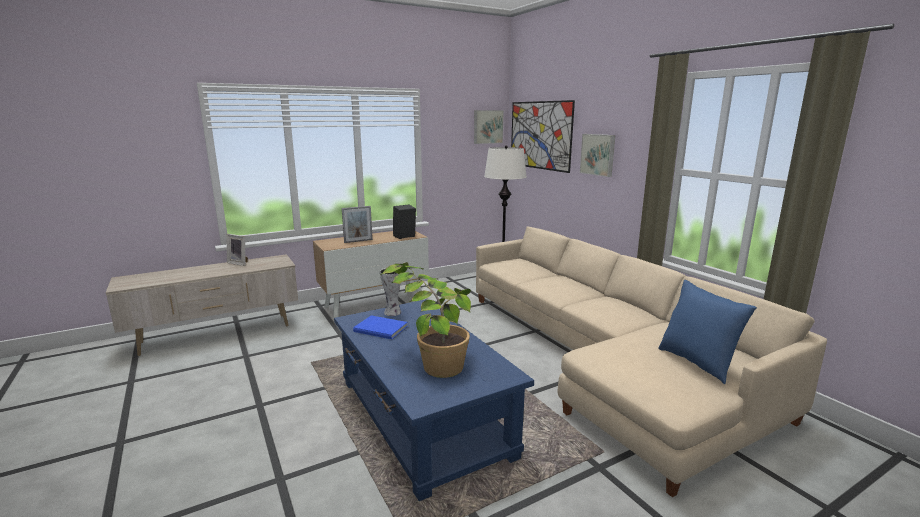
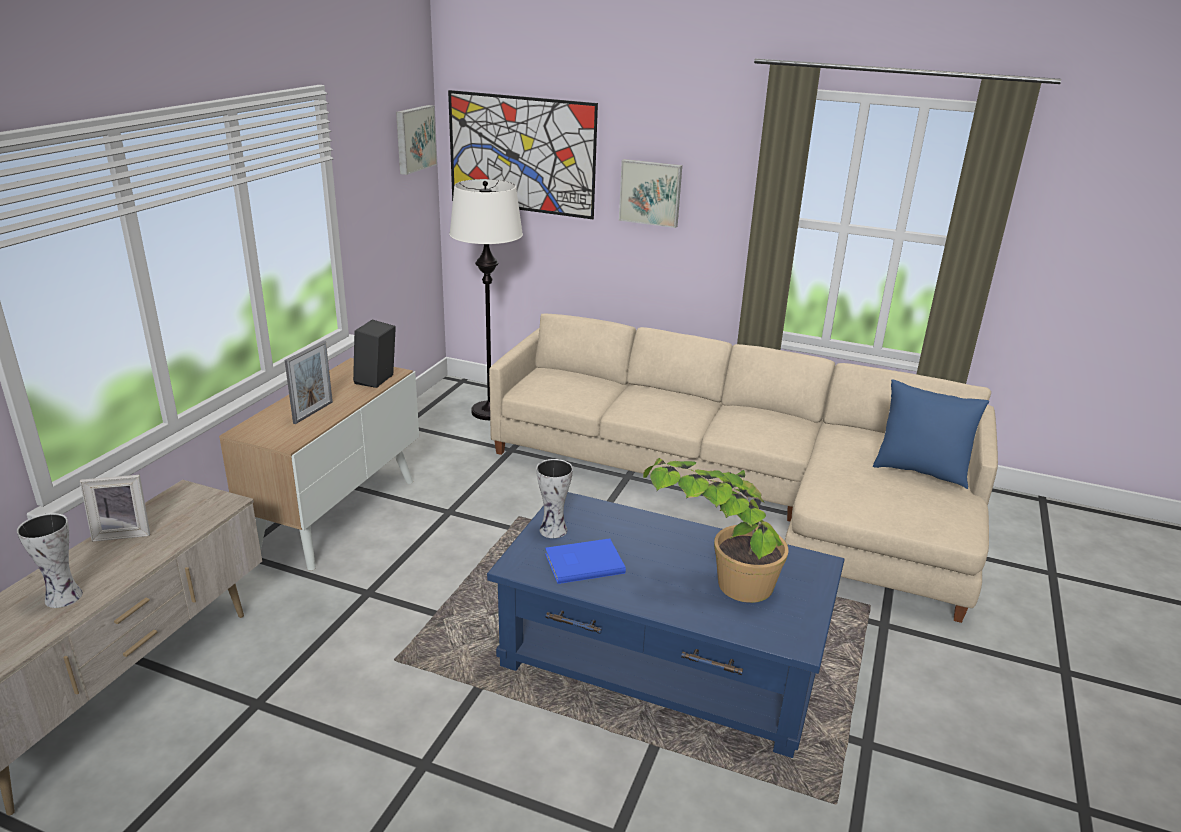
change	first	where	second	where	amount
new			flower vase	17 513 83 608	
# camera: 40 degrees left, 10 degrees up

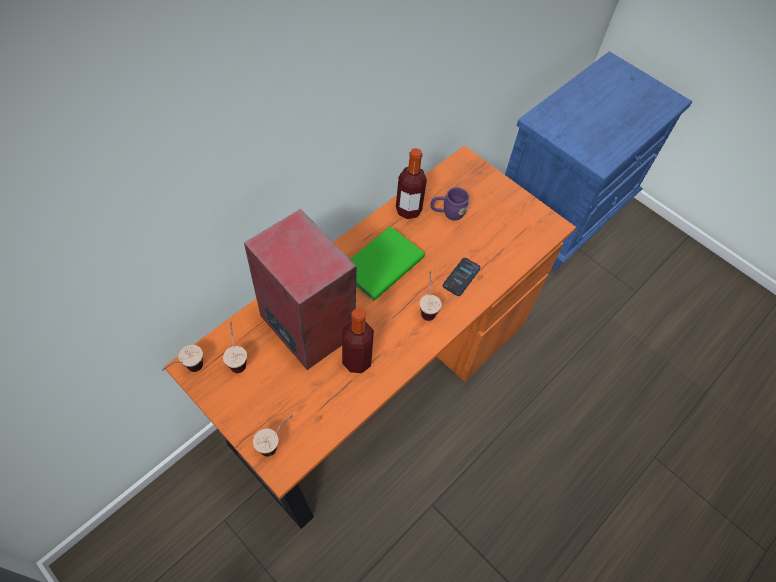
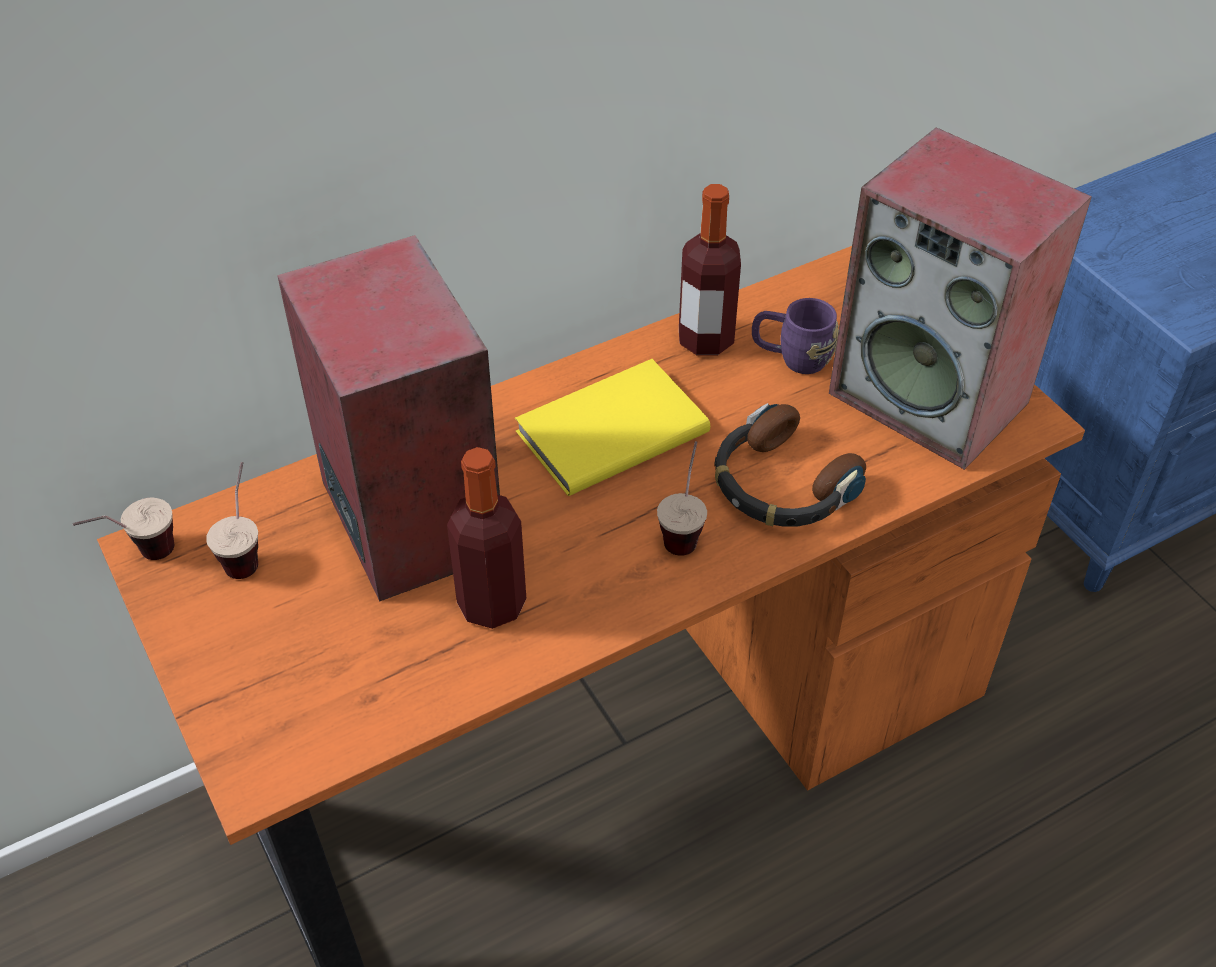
change	first	where	second	where	amount
gone	small cup	253 415 293 457			
repainted	volume in green	350 226 425 301	volume in yellow-coloured	515 359 710 496	
swapped	telephone	443 258 481 296	pair of headphones	714 403 866 526	
new			audio speaker	829 127 1092 470	
# camera: 20 degrees right, 10 degrees down

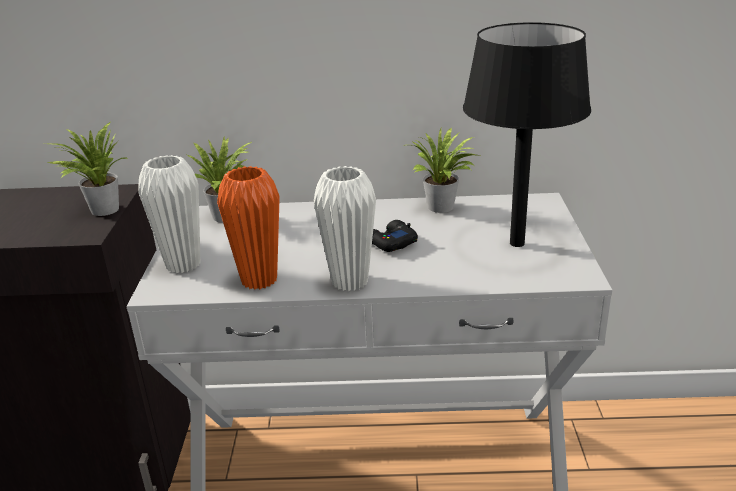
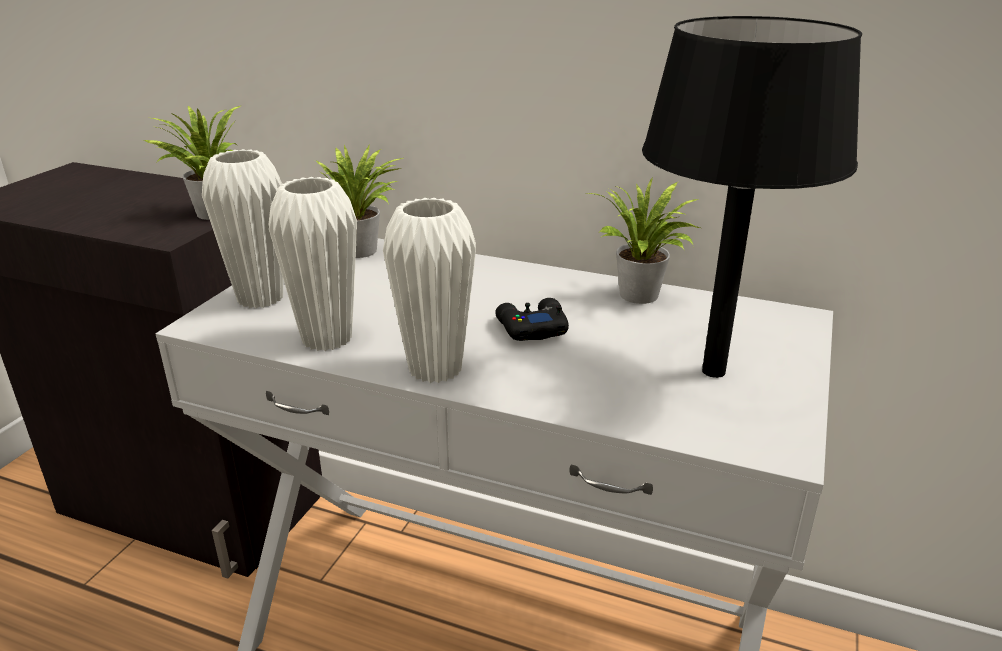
change	first	where	second	where	amount
repainted	flower vase in orangey	217 166 280 290	flower vase in white	269 177 357 351	
# camera: 20 degrees right, 0 degrees up

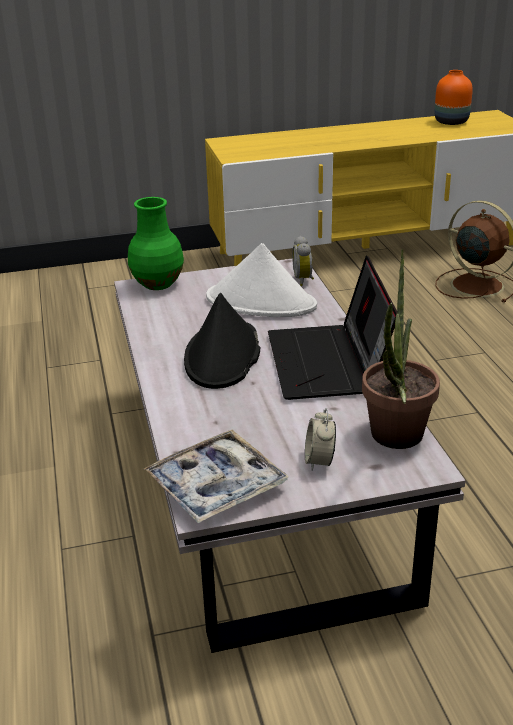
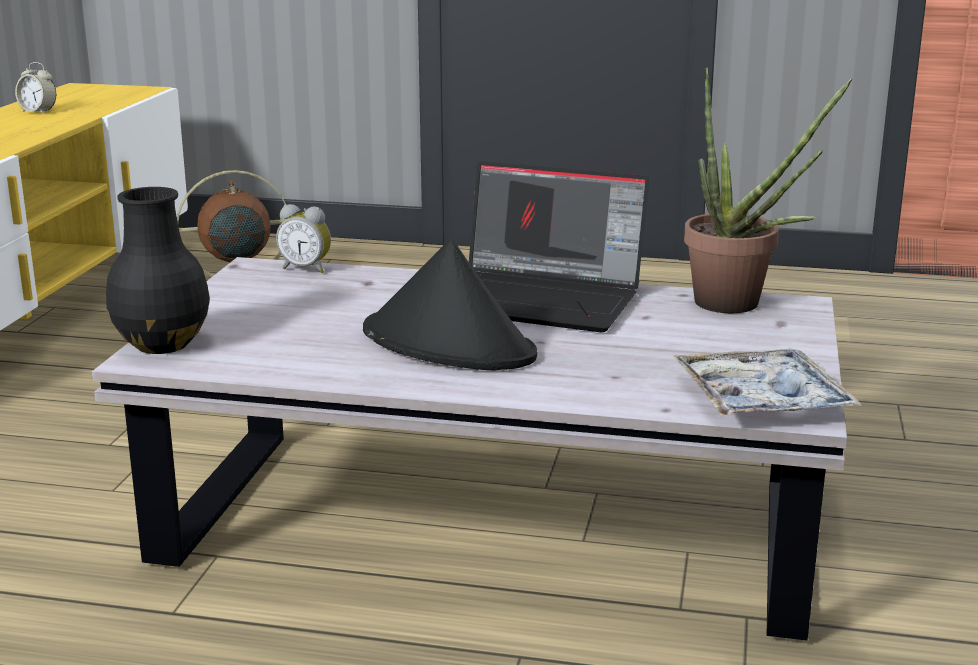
change	first	where	second	where	amount
repainted	flower vase in green	128 197 184 290	flower vase in blackish	106 187 210 354	
gone	wearable hat in white	206 243 317 317			
shifted	bedside clock	305 408 336 471		15 62 56 114	
gone	flower vase in orangey	434 70 473 125			
# camera: 65 degrees left, 10 degrees down

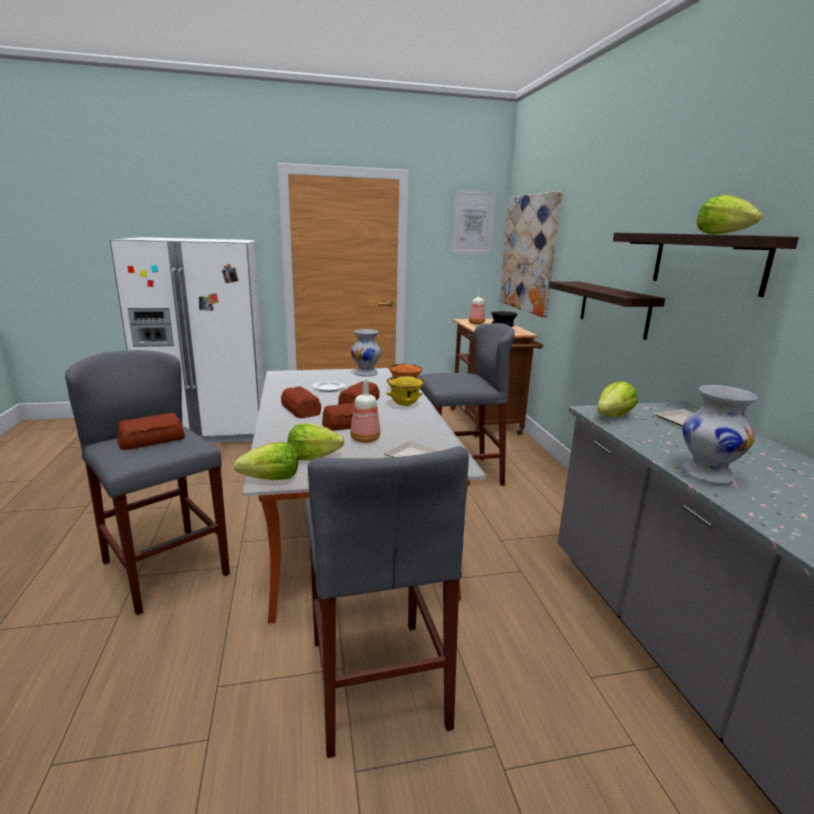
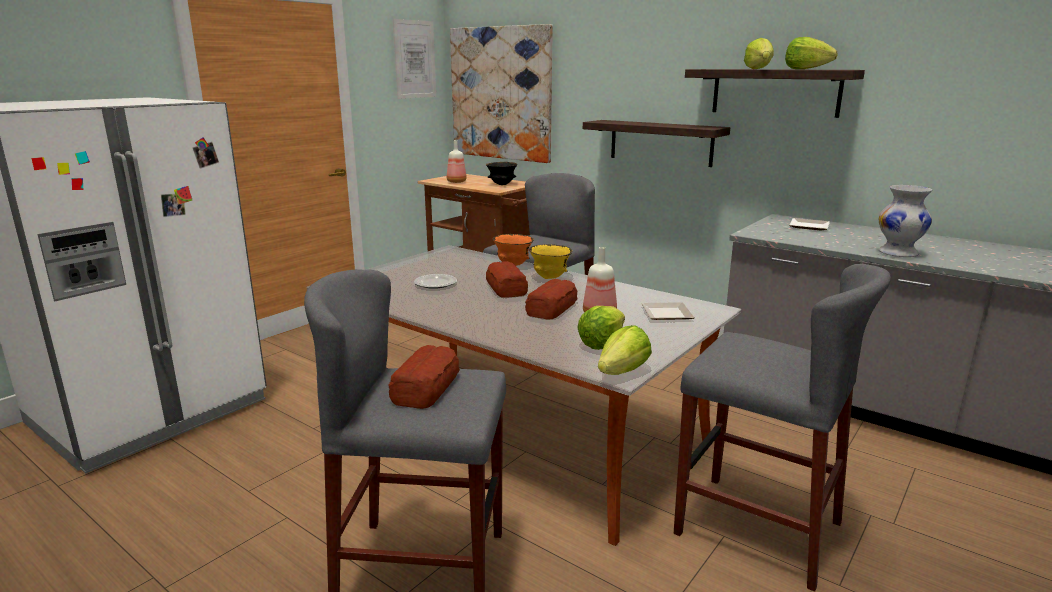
change	first	where	second	where	amount
gone	bakery bread	281 386 321 418			
gone	flower vase in white	351 329 381 376			
shifted	lettuce head	597 381 638 417		744 38 774 69	
# camera: 40 degrees left, 0 degrees up

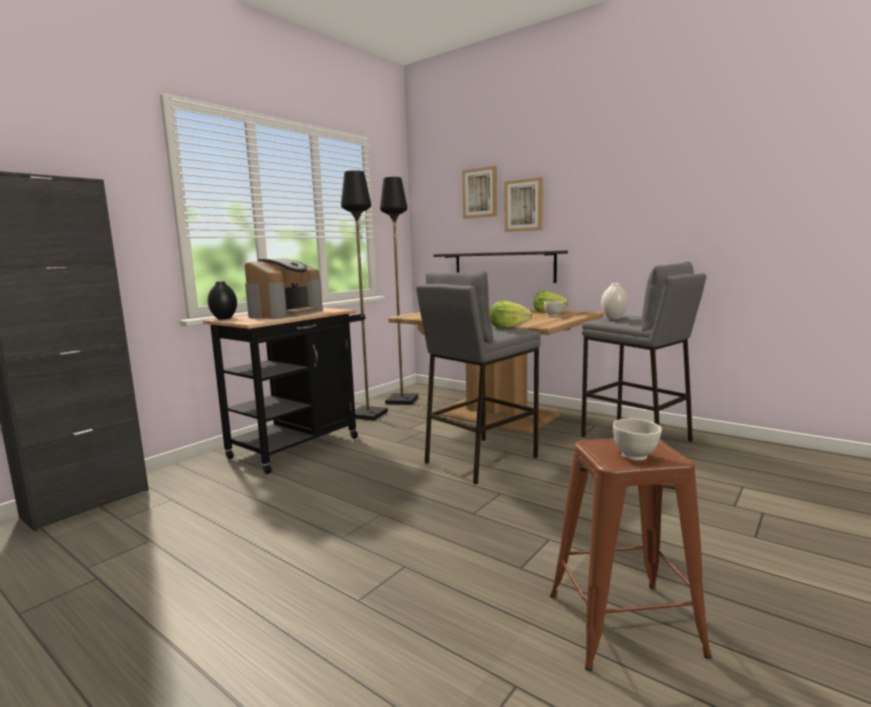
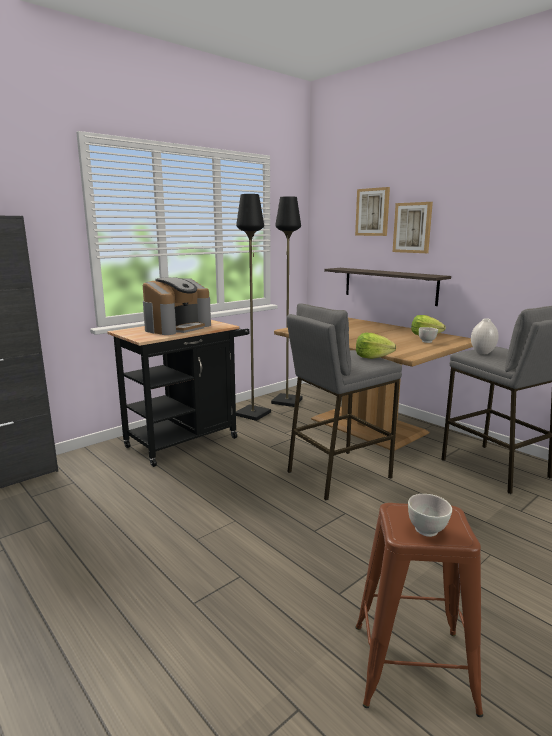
change	first	where	second	where	amount
gone	flower vase in blackish	208 281 237 320			
# camera: 10 degrees right, 5 degrees up

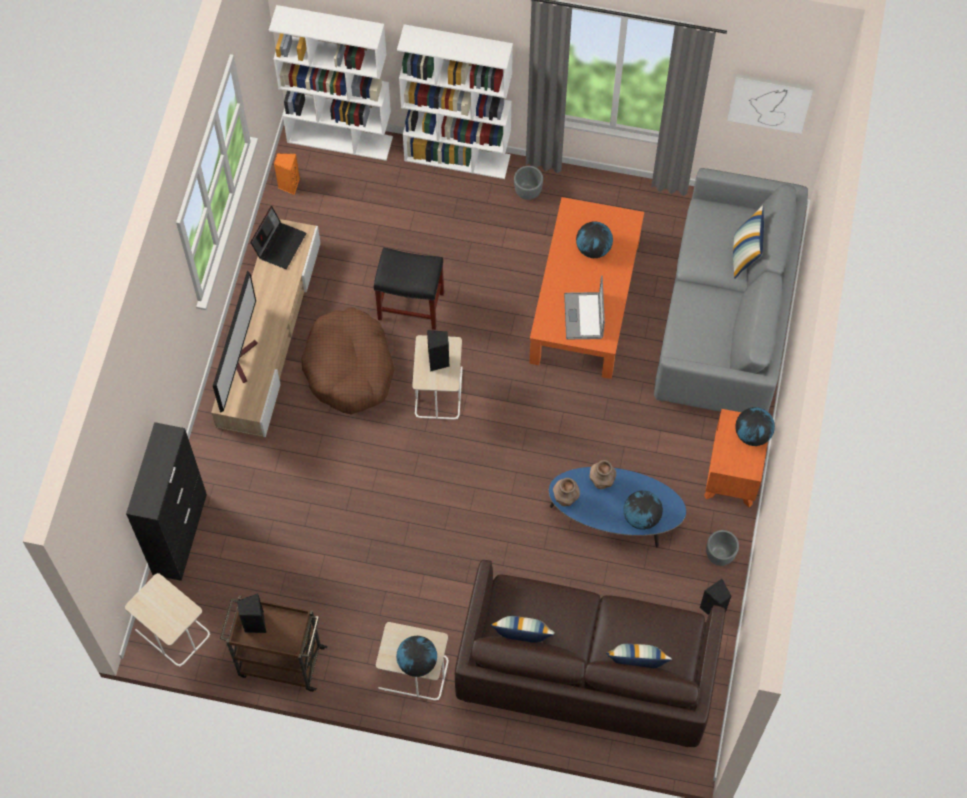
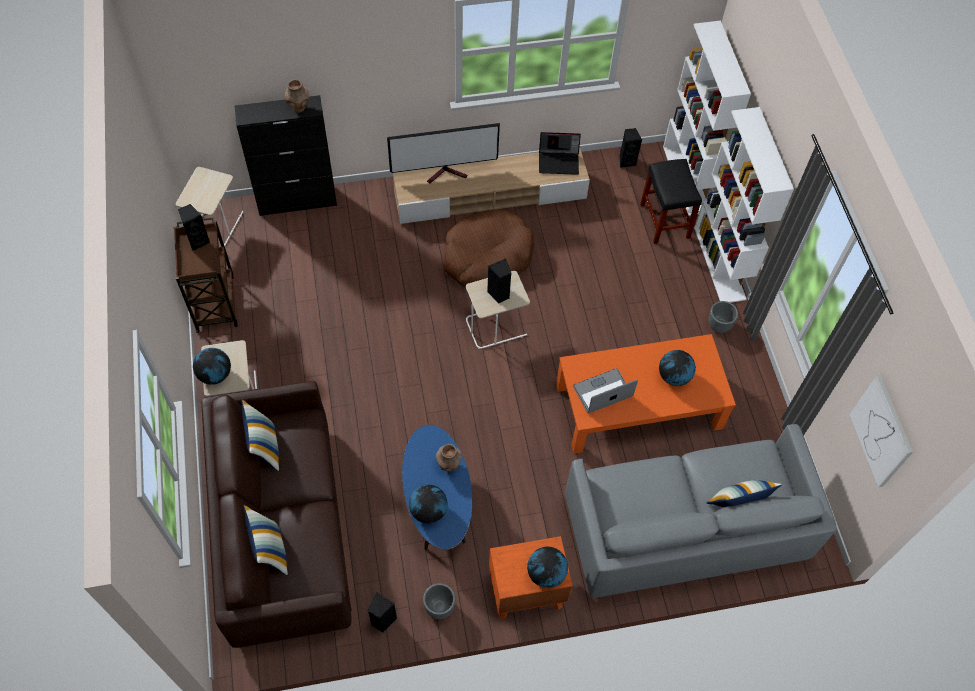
change	first	where	second	where	amount
repainted	audio speaker in orangey	274 153 300 195	audio speaker in blackish	620 128 642 168	
shifted	stool in blackish	374 247 444 330		640 159 702 244	
shifted	flower vase in brown-coloured	553 478 580 506		285 79 310 113	
# camera: 65 degrees right, 5 degrees down

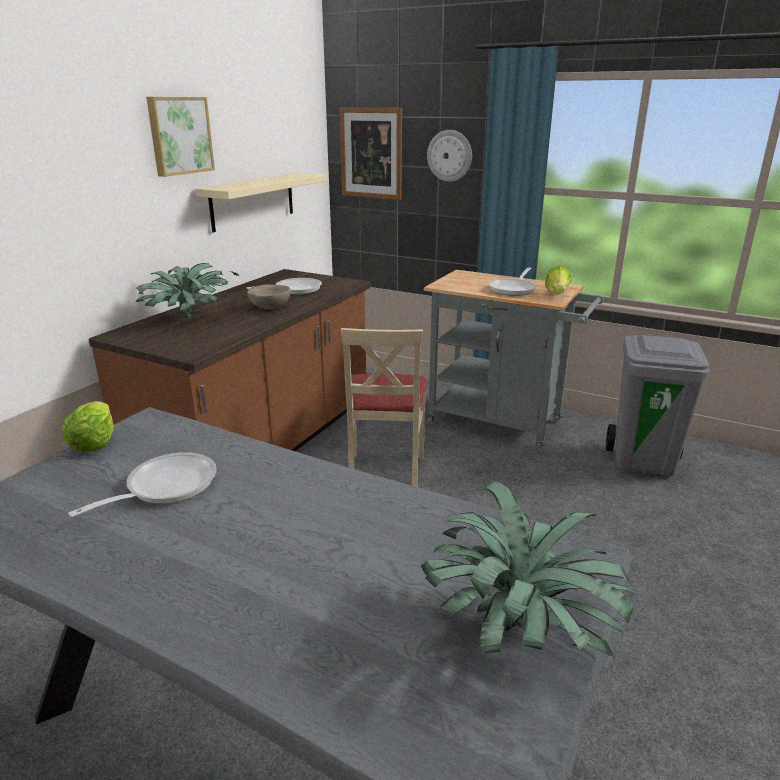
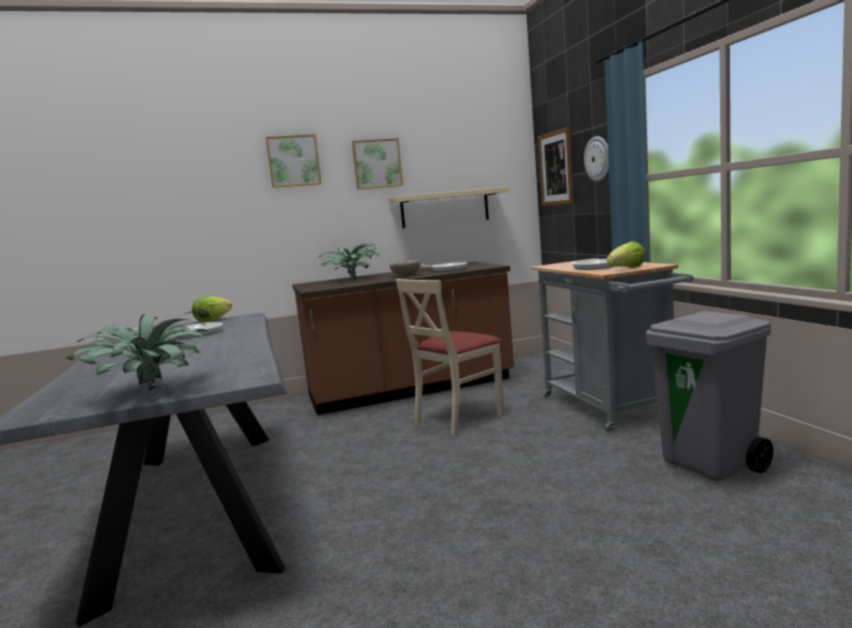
change	first	where	second	where	amount
new			wall picture	266 134 322 188	
# camera: 45 degrees right, 15 degrees down

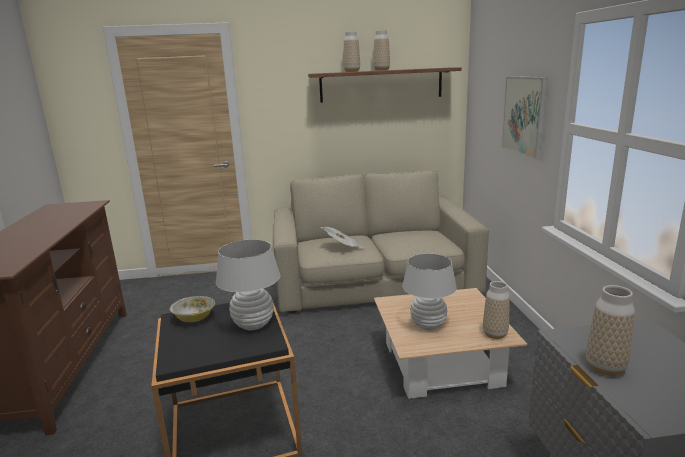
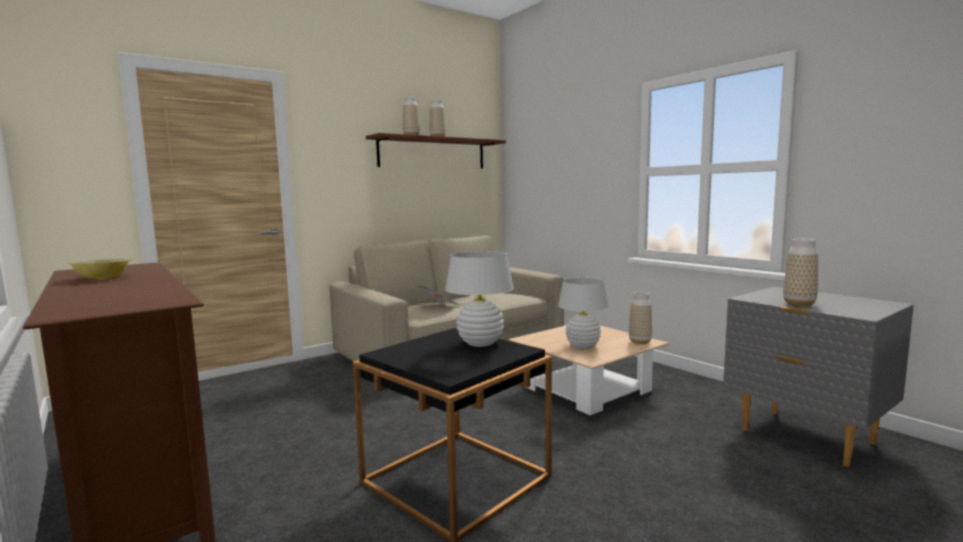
change	first	where	second	where	amount
shifted	deep dish	170 296 215 322		68 259 132 279	
gone	wall picture	502 76 548 160			
# camera: 30 degrees left, 10 degrees down

